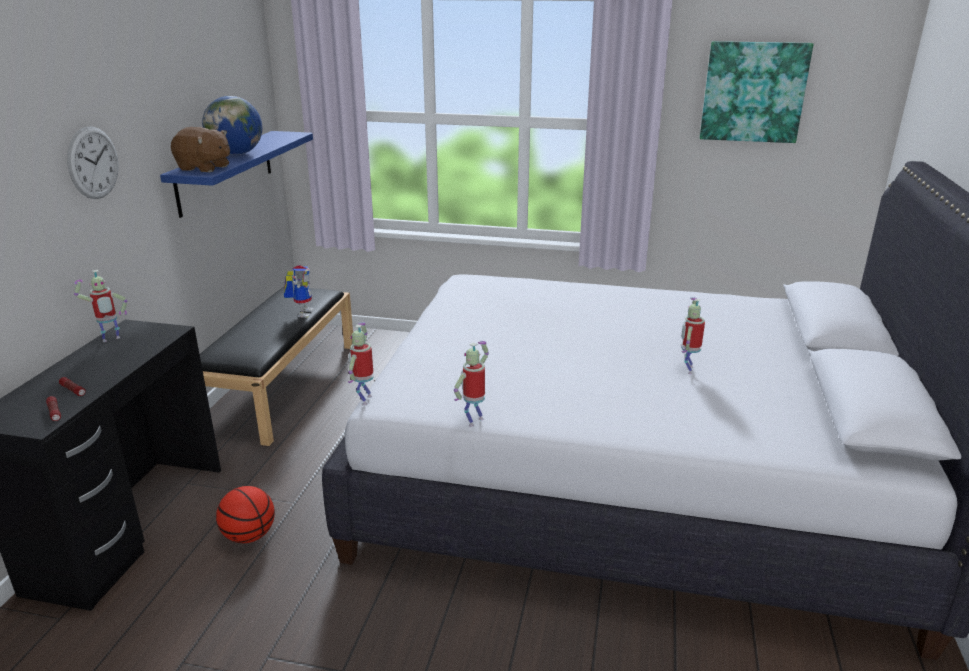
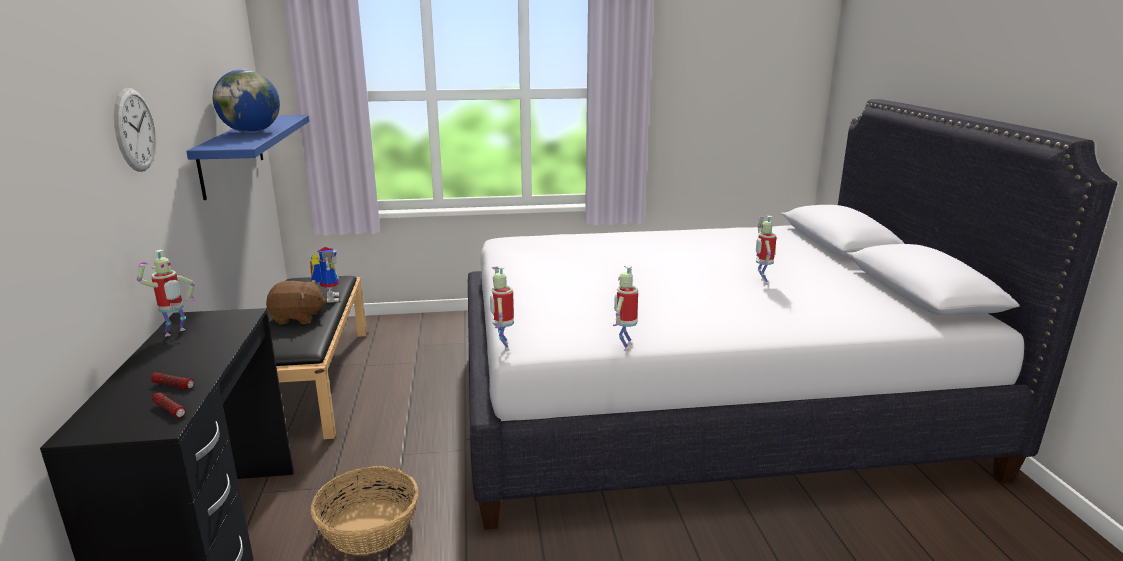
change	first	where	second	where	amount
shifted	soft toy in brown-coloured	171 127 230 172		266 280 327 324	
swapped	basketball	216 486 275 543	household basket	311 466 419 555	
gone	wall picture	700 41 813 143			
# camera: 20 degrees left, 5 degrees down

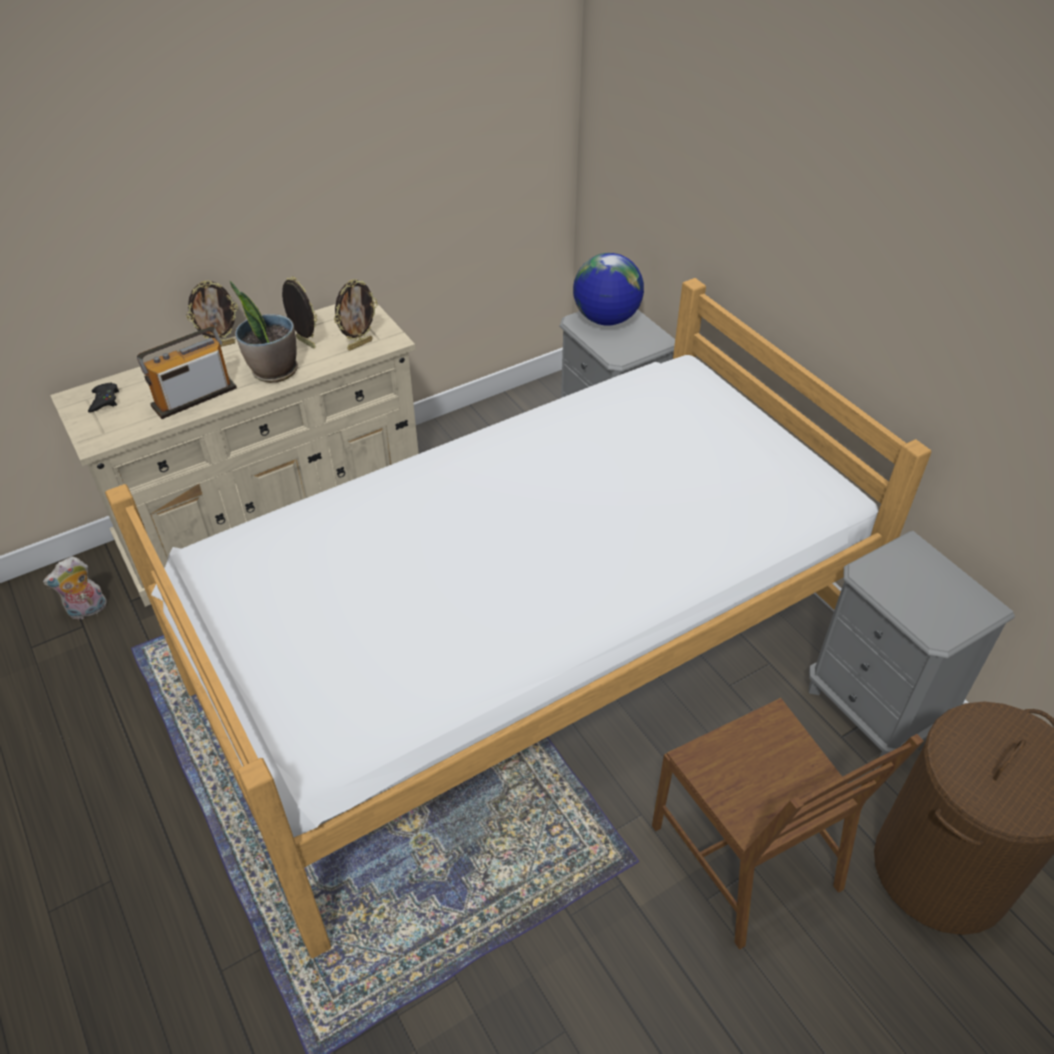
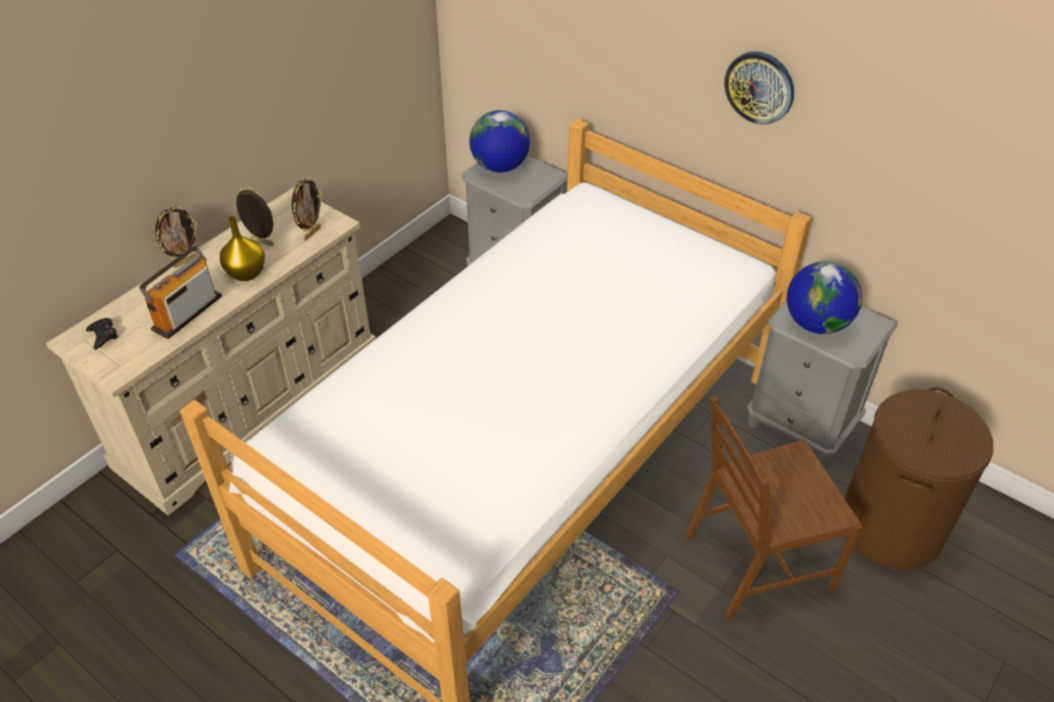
change	first	where	second	where	amount
gone	soft toy	43 557 107 619			
swapped	houseplant	230 281 298 383	flower vase in yellow-coloured	220 216 265 281	
rotated	plain chair in brown-coloured	652 698 924 950		685 395 862 619	120 degrees clockwise
new			hanging clock	724 51 794 124	
new			desk globe	787 261 862 334	
# camera: 20 degrees left, 0 degrees up

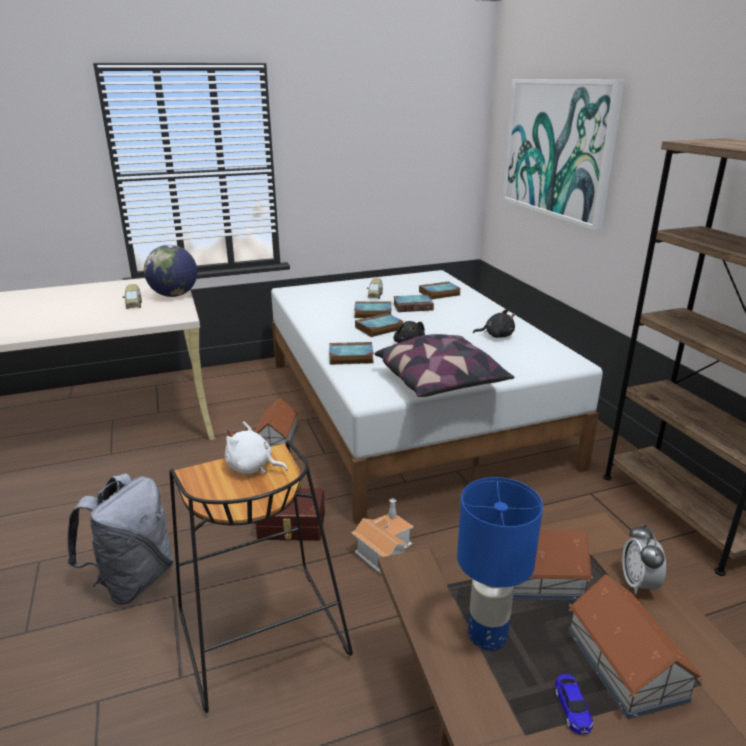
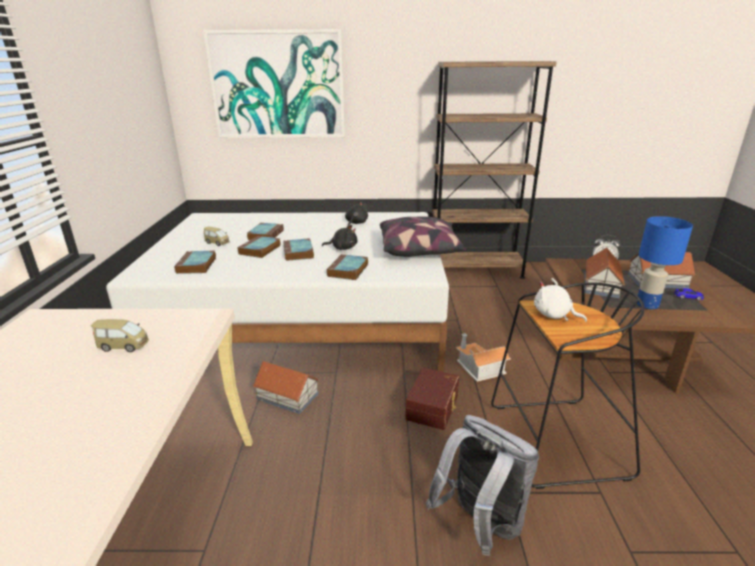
change	first	where	second	where	amount
gone	desk globe	144 245 197 297			
rotated	soft toy in white	225 421 288 474		534 278 587 322	90 degrees clockwise
shifted	volume	419 281 461 300		174 251 216 274	
# camera: 70 degrees left, 0 degrees up

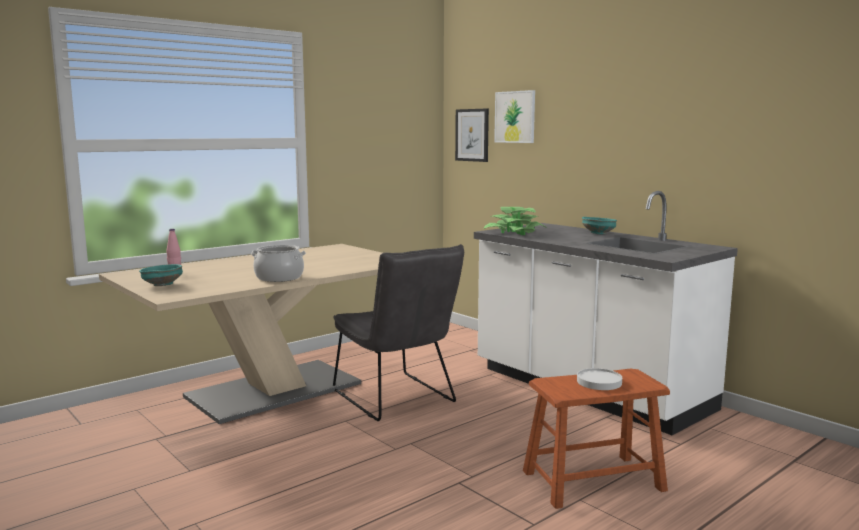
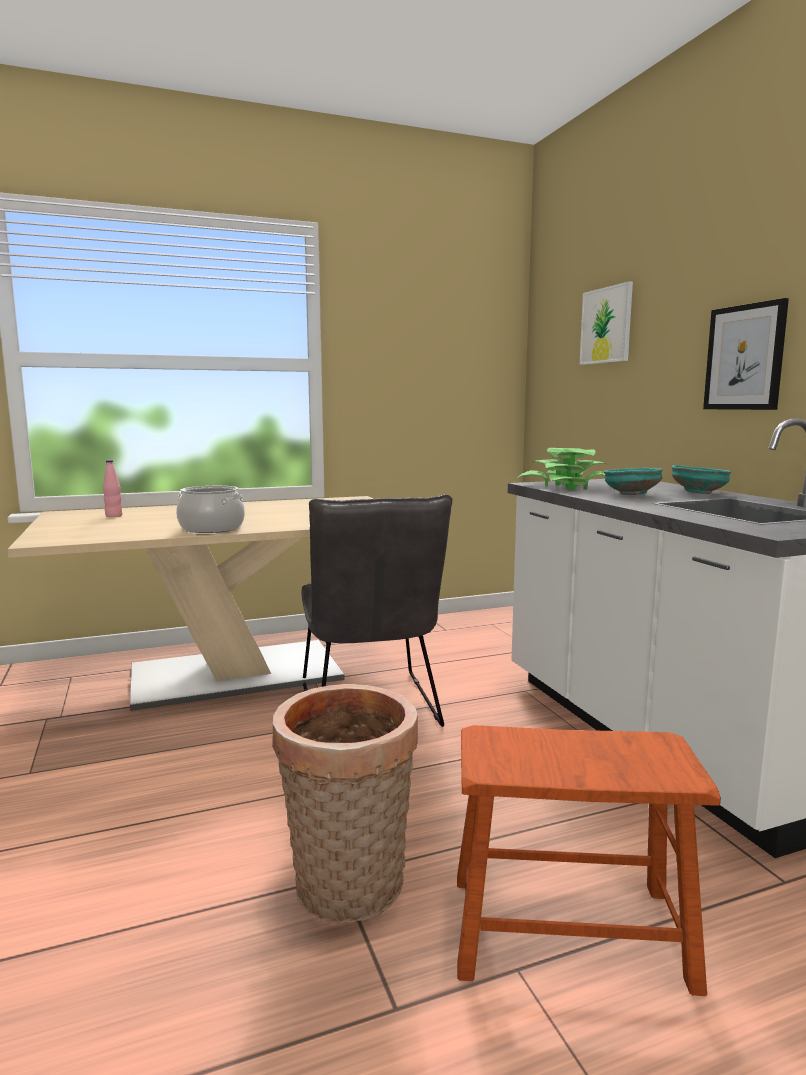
change	first	where	second	where	amount
shifted	deep dish in turquoise	139 264 183 286		604 468 663 495	
shifted	wall picture	455 109 489 162		703 298 789 410	
gone	flat dish in white	577 368 622 390			
new			household basket	272 684 418 922	
# camera: 20 degrees right, 0 degrees up

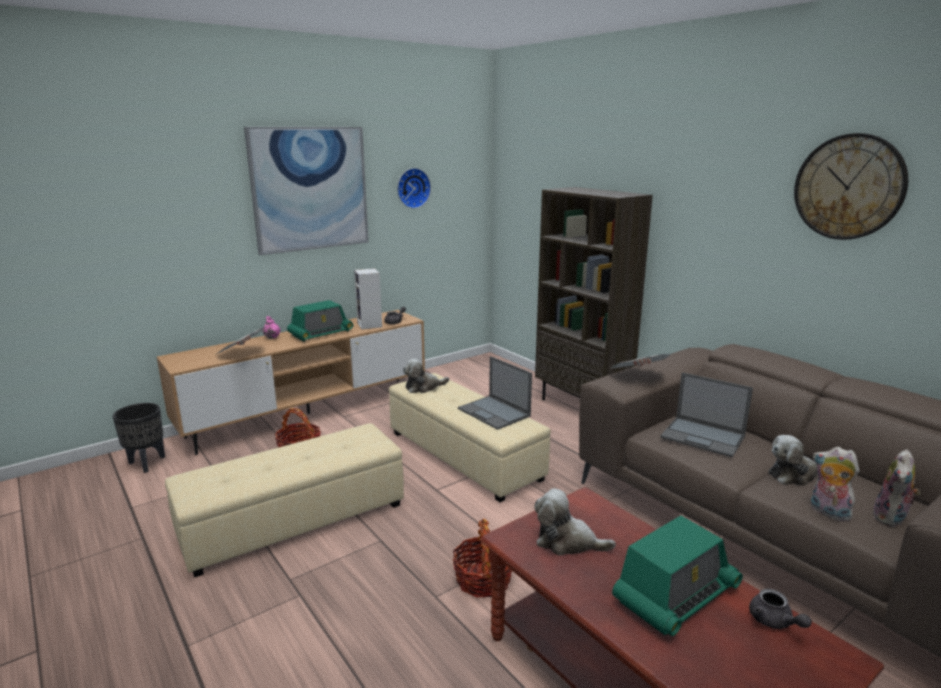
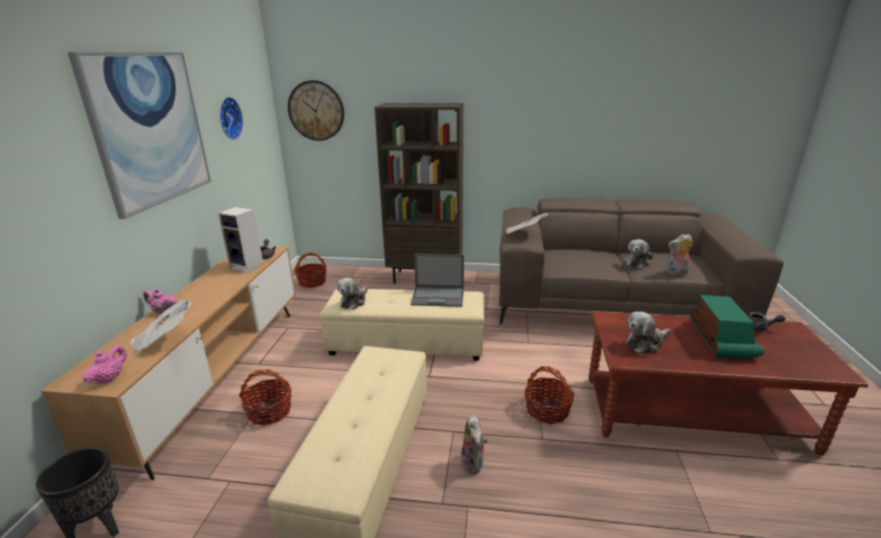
change	first	where	second	where	amount
gone	radio set	287 300 353 342			
gone	portable computer	660 372 753 457			
shifted	hanging clock	794 133 908 240		288 80 344 141	
shifted	soft toy	872 449 921 527		461 414 488 474	
new			teapot in pink	82 345 127 384	
new			household basket	294 253 327 288	
# camera: 45 degrees left, 5 degrees up

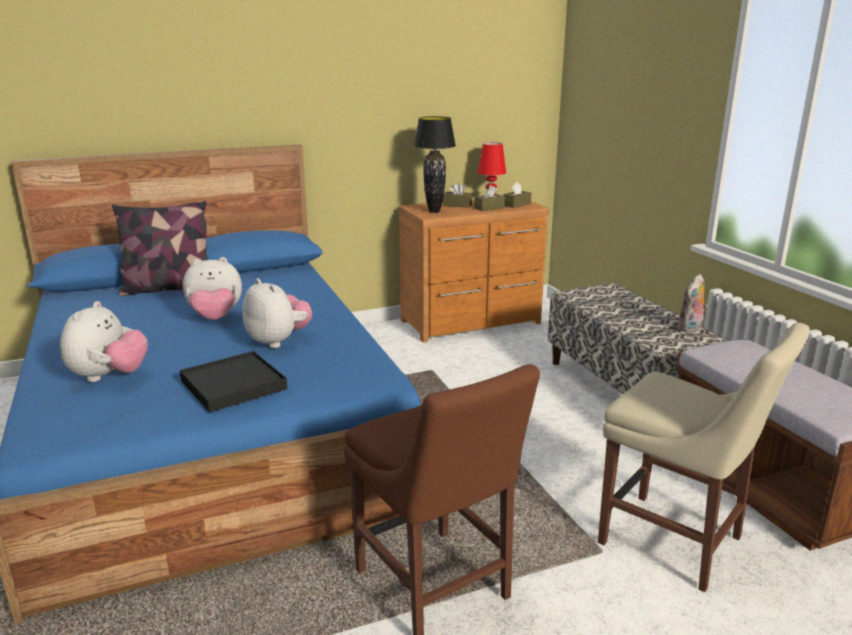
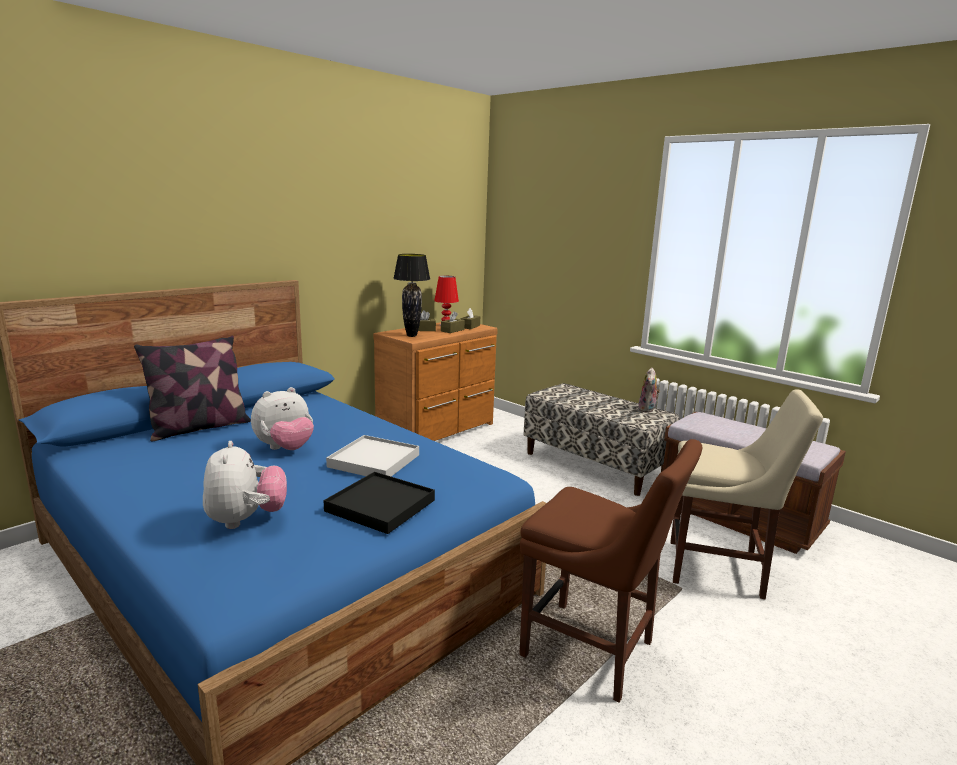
change	first	where	second	where	amount
swapped	soft toy	242 278 312 348	serving tray in white	326 435 419 476	
# camera: 25 degrees left, 5 degrees down

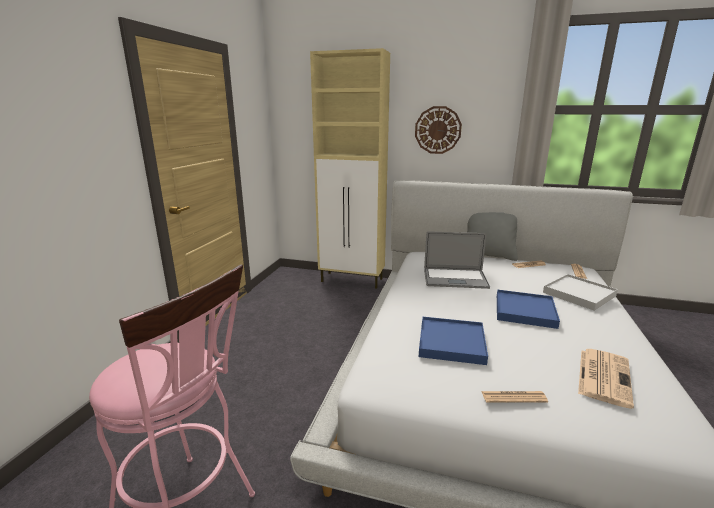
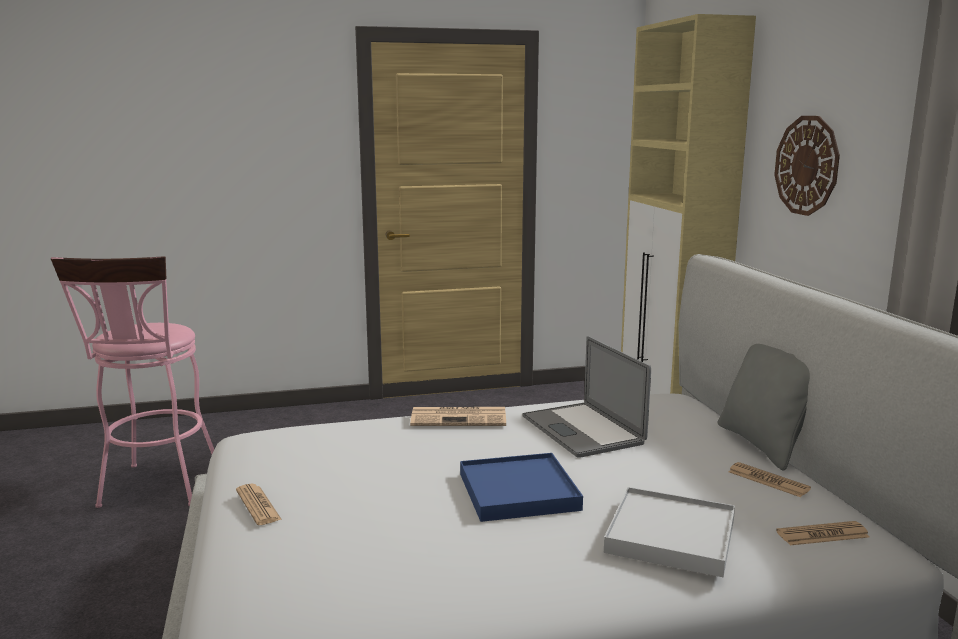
change	first	where	second	where	amount
gone	serving tray in bluish	419 317 488 365			
shifted	daily paper	578 349 634 409		410 407 506 426	
# camera: 60 degrees right, 5 degrees down

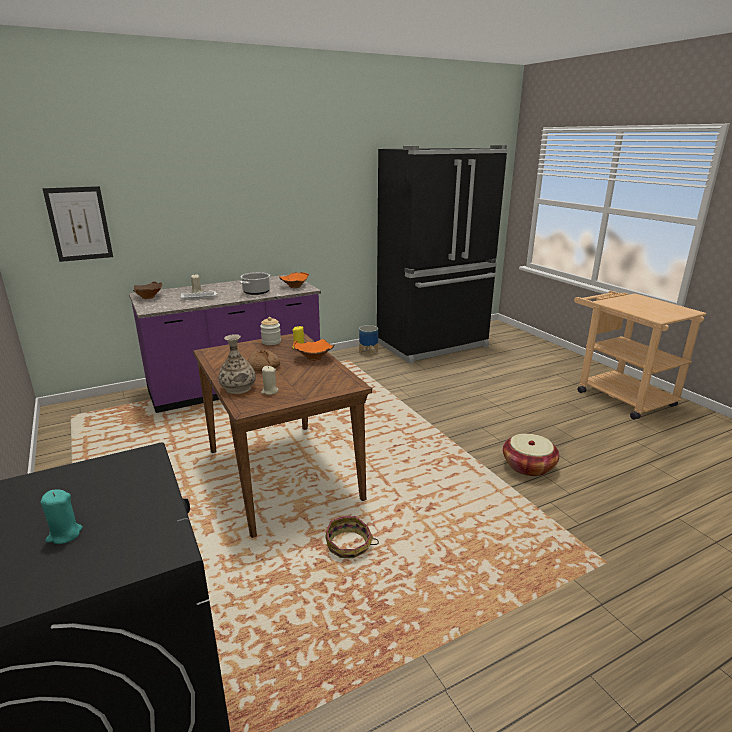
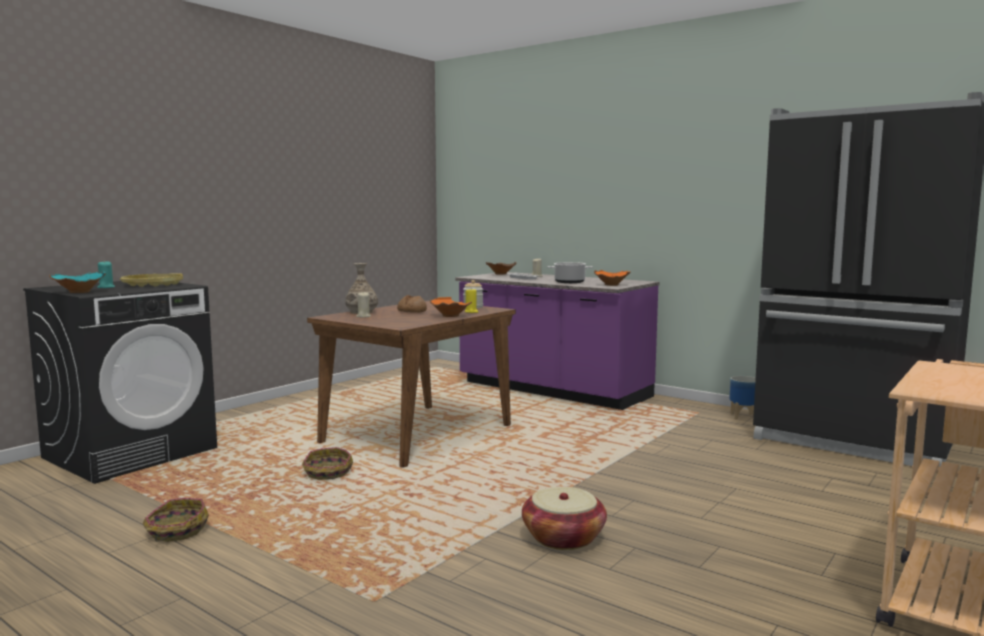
change	first	where	second	where	amount
gone	wall picture	43 186 113 262			
new			deep dish in turquoise	49 272 106 293	
new			serving tray in yellow-coloured	120 273 183 287	
new			household basket	143 498 209 542	
# camera: 65 degrees right, 15 degrees down

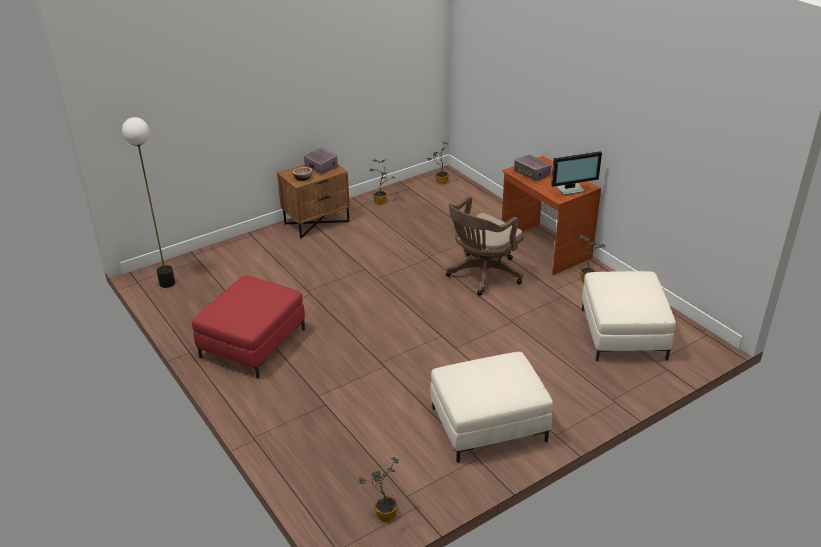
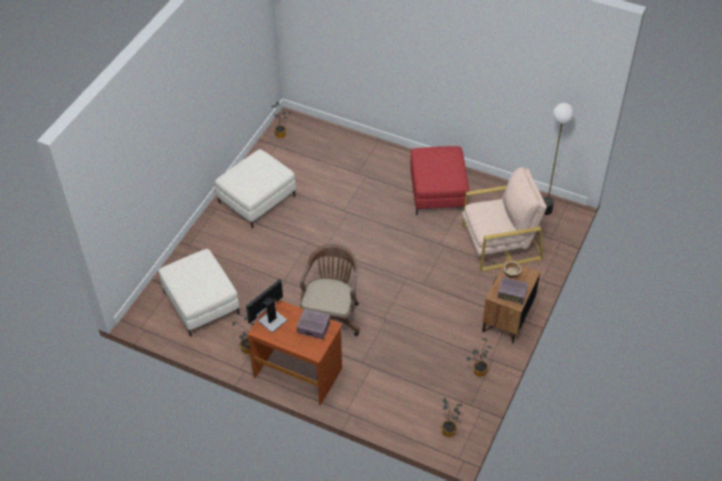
change	first	where	second	where	amount
new			armchair in beige-coloured	462 167 547 272	
# camera: 150 degrees right, 15 degrees up

